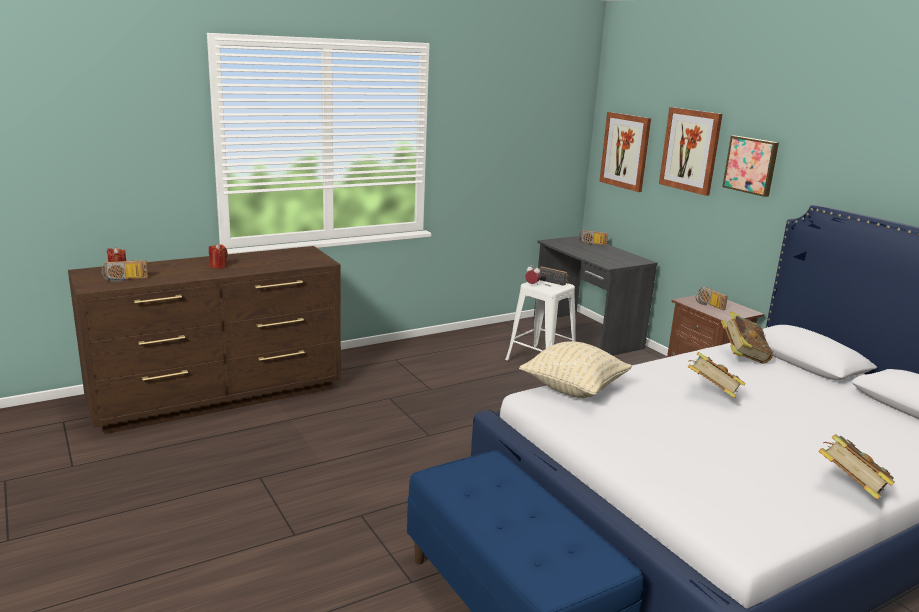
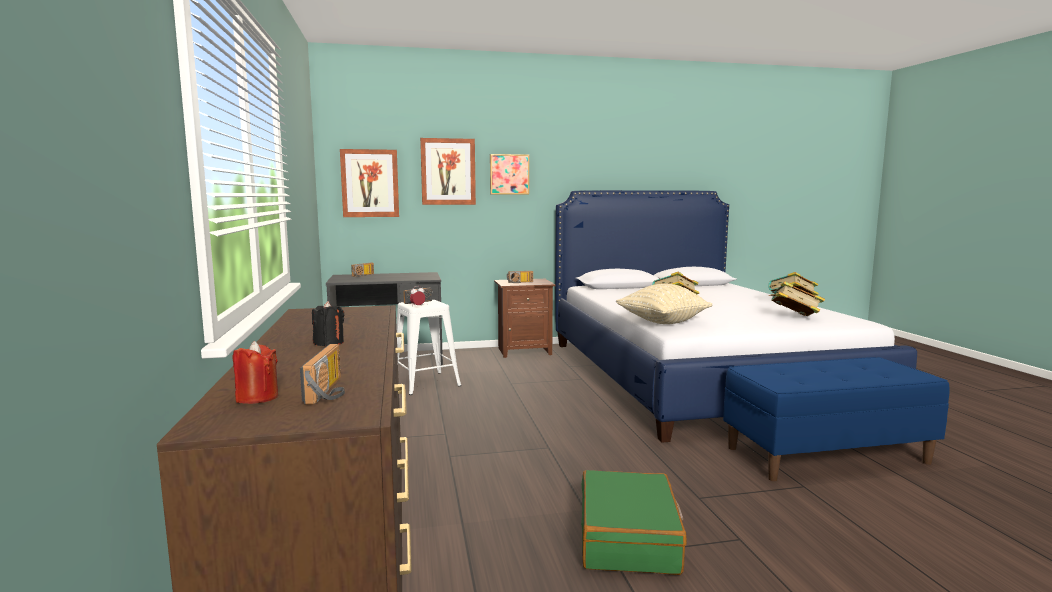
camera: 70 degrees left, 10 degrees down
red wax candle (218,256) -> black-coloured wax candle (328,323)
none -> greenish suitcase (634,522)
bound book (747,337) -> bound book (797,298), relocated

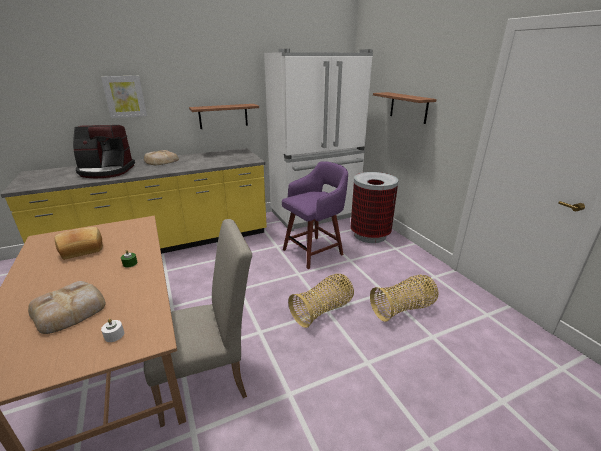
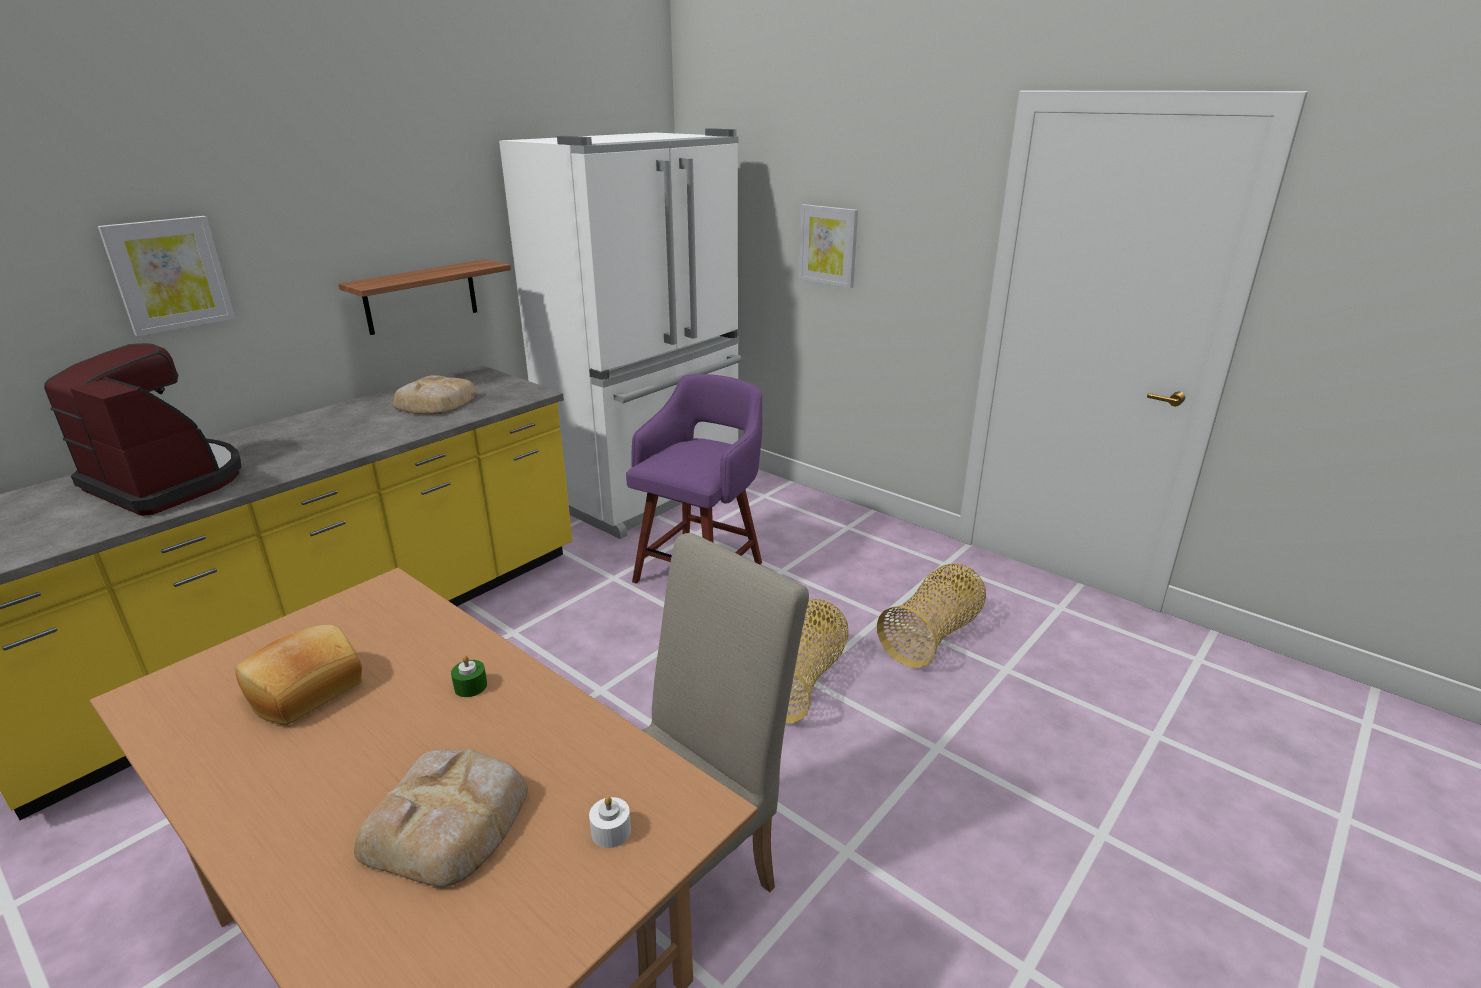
camera: 25 degrees left, 0 degrees up
coffee brewer (104,151) -> coffee brewer (142,429), 120 degrees counterclockwise
baked bread (161,157) -> baked bread (435,395), relocated
shelf (405,108) -> picture (828,246)
waste bin (374,207) -> none

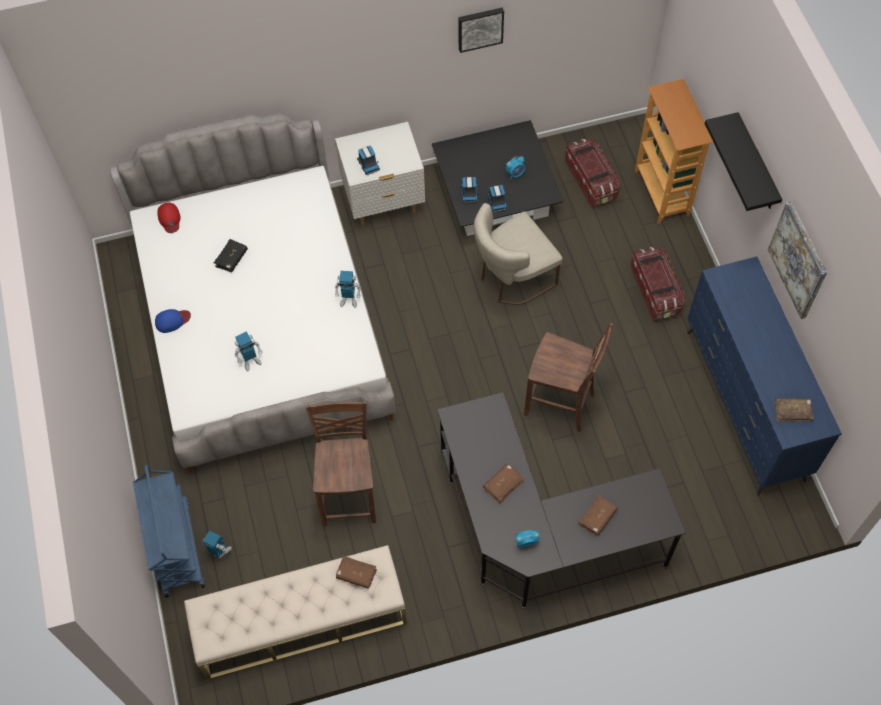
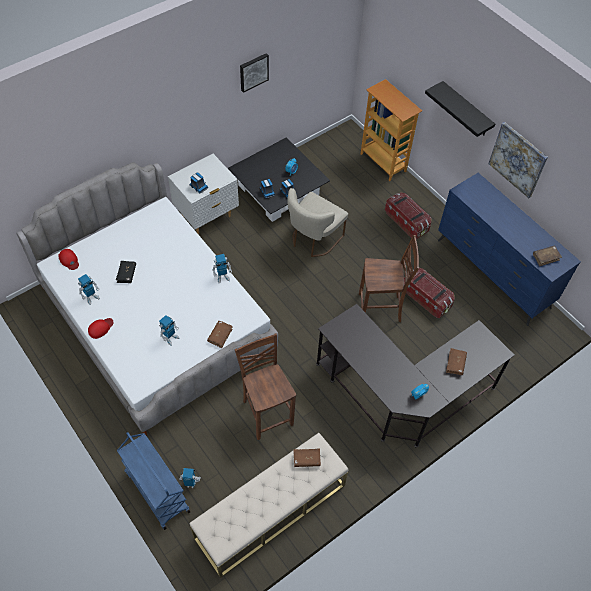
camera: 25 degrees left, 5 degrees down
none -> robot figure (89,289)
blue peaked cap (173,321) -> red peaked cap (100,328)
brownish bound book (503,483) -> brownish bound book (220,334), relocated
storage box (593,173) -> storage box (429,293), relocated

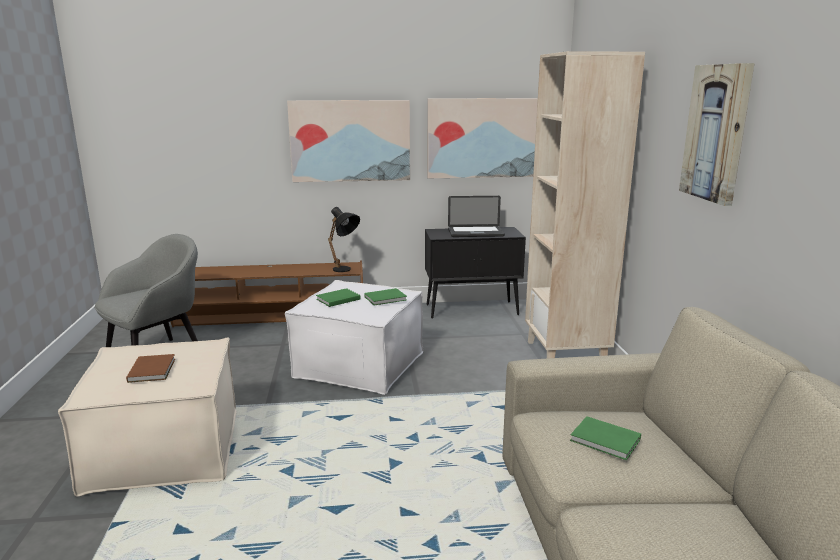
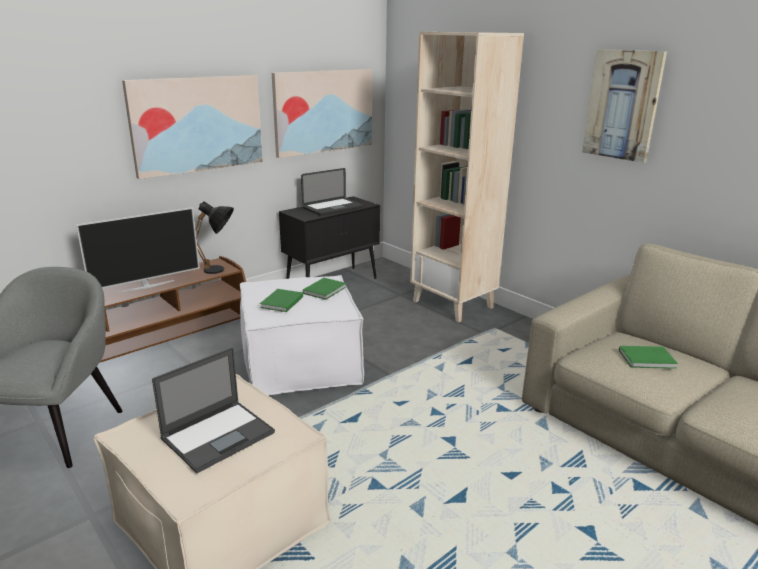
camera: 35 degrees left, 5 degrees up
none -> TV set (138,250)
brownish bound book (150,368) -> portable computer (213,410)

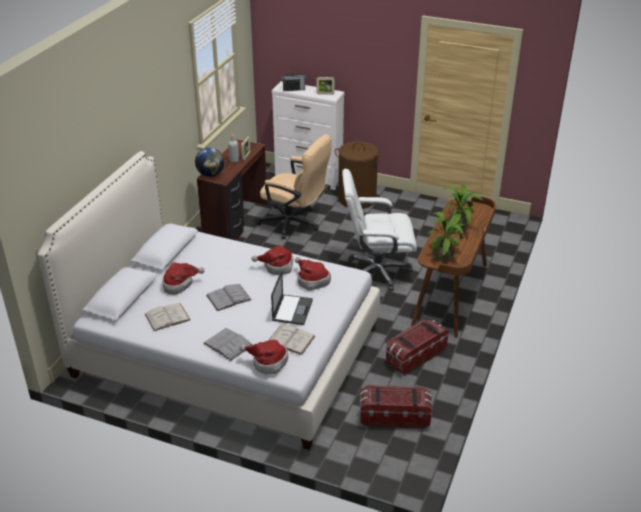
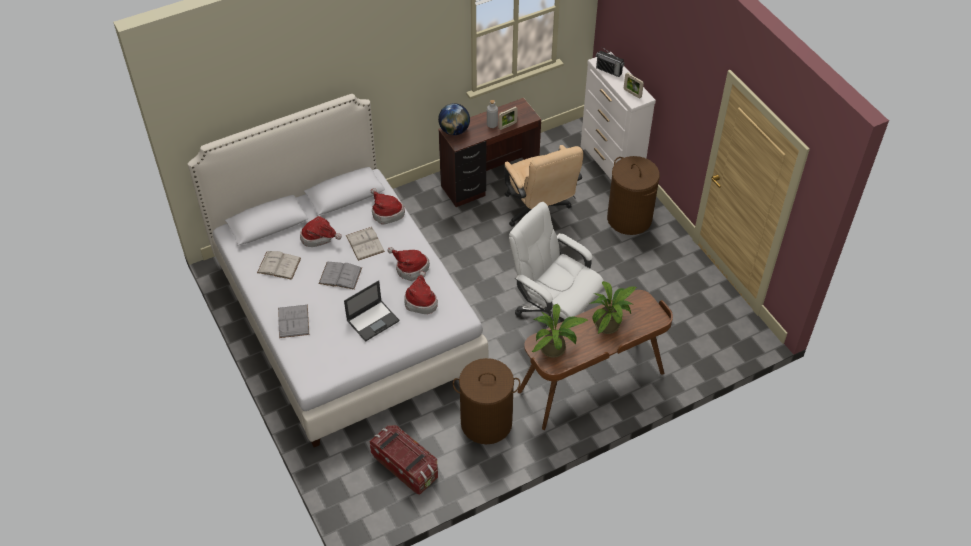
camera: 40 degrees right, 15 degrees up
white bound book (292,339) -> white bound book (365,244), relocated
wearable hat (263,357) -> wearable hat (388,206), relocated
storage box (417,347) -> brownish hamper (486,401)

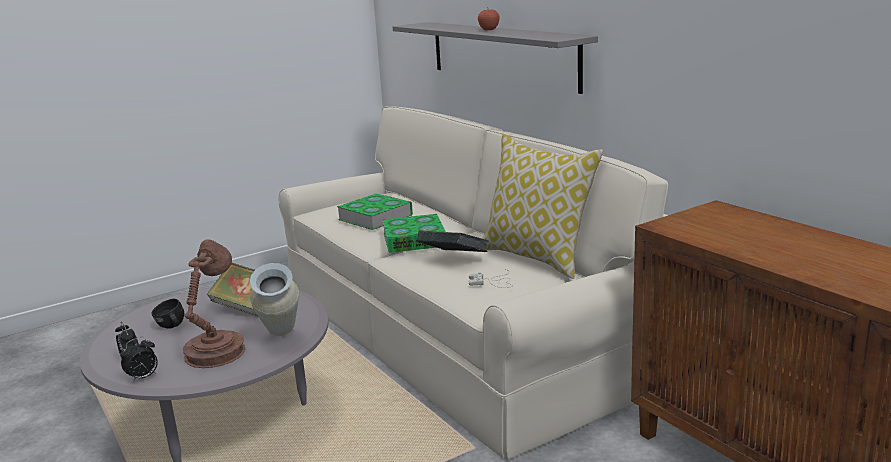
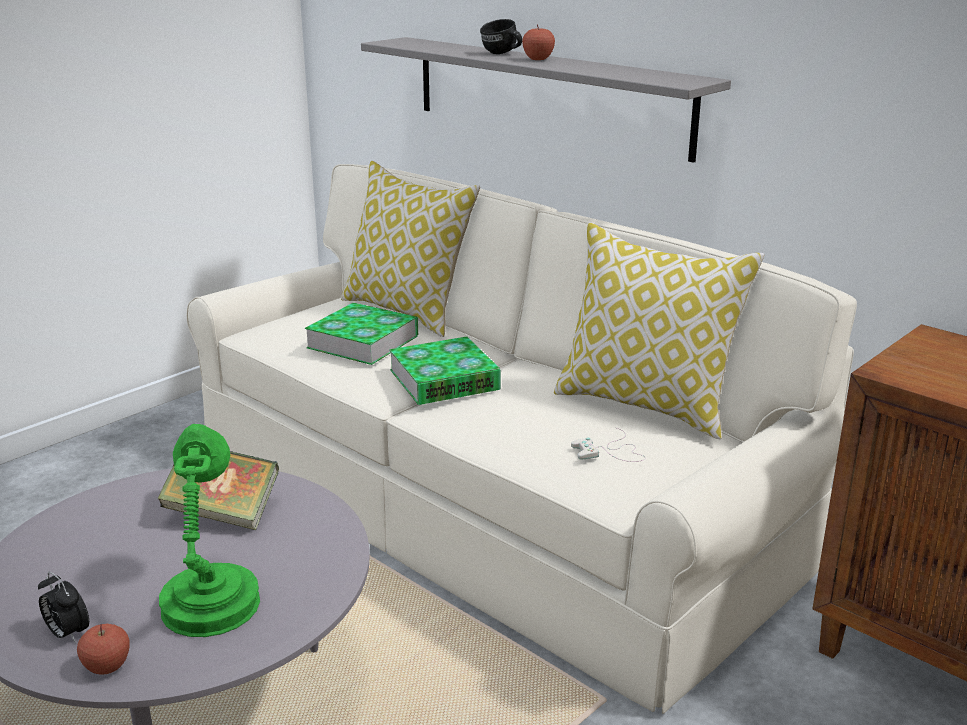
camera: 15 degrees left, 5 degrees up
alarm clock (139,360) -> apple (103,649)
brownish lamp for a table (214,303) -> greenish lamp for a table (209,530)
none -> throw pillow (410,249)
black-coloured tea mug (167,313) -> black-coloured tea mug (501,36), relocated
decorative vase (274,299) -> none
bound book (453,241) -> none

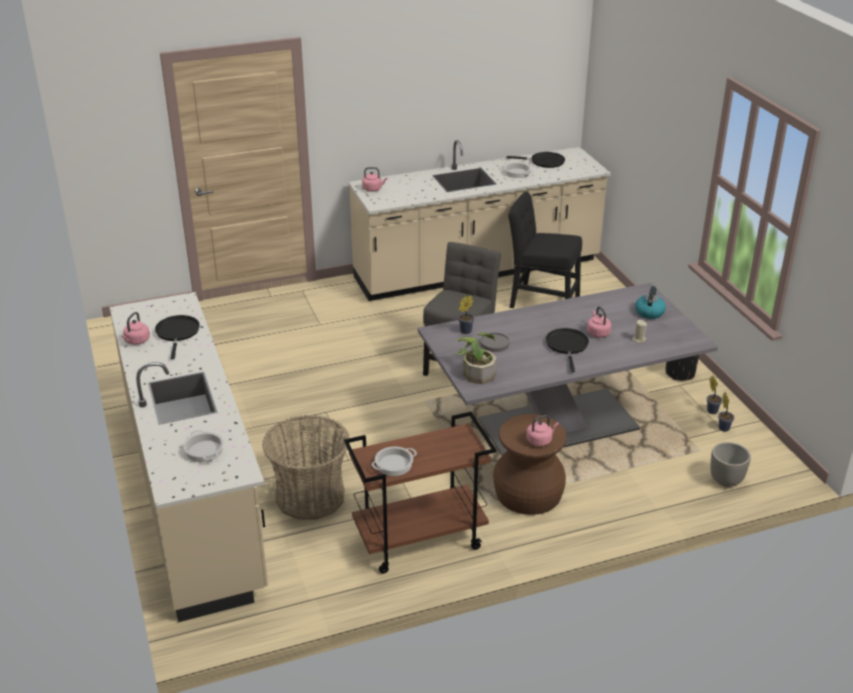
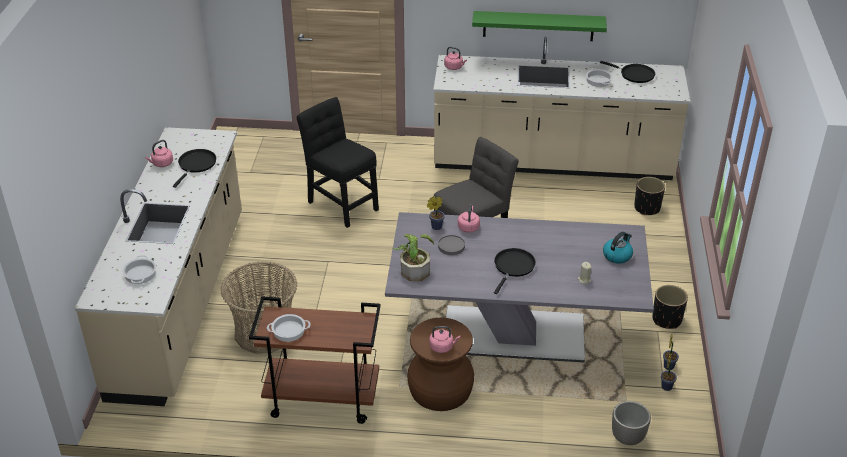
camera: 25 degrees right, 5 degrees up
black-coloured chair (545,250) -> black-coloured chair (338,162), relocated
pinkish kettle (599,322) -> pinkish kettle (469,218), relocated
none -> greenish shelf (539,26)
none -> black-coloured plant pot (649,196)

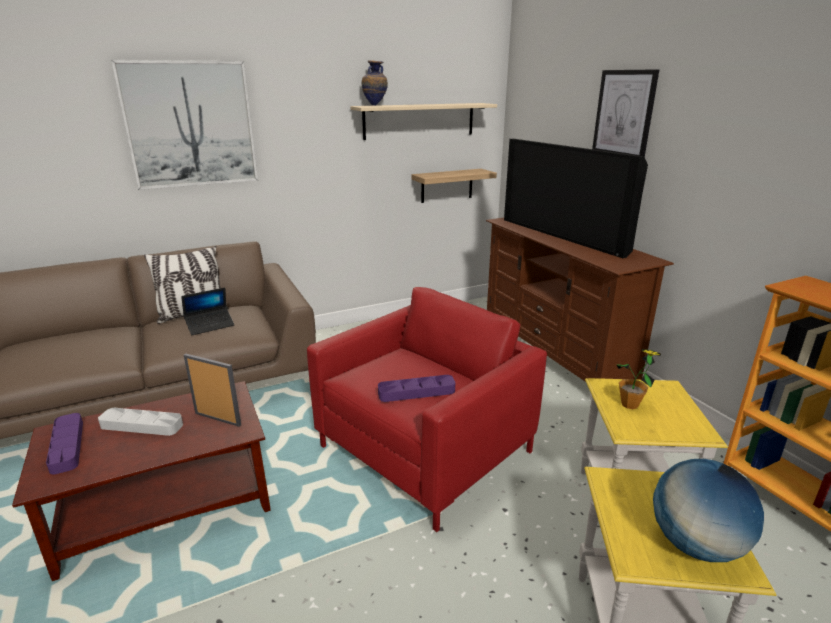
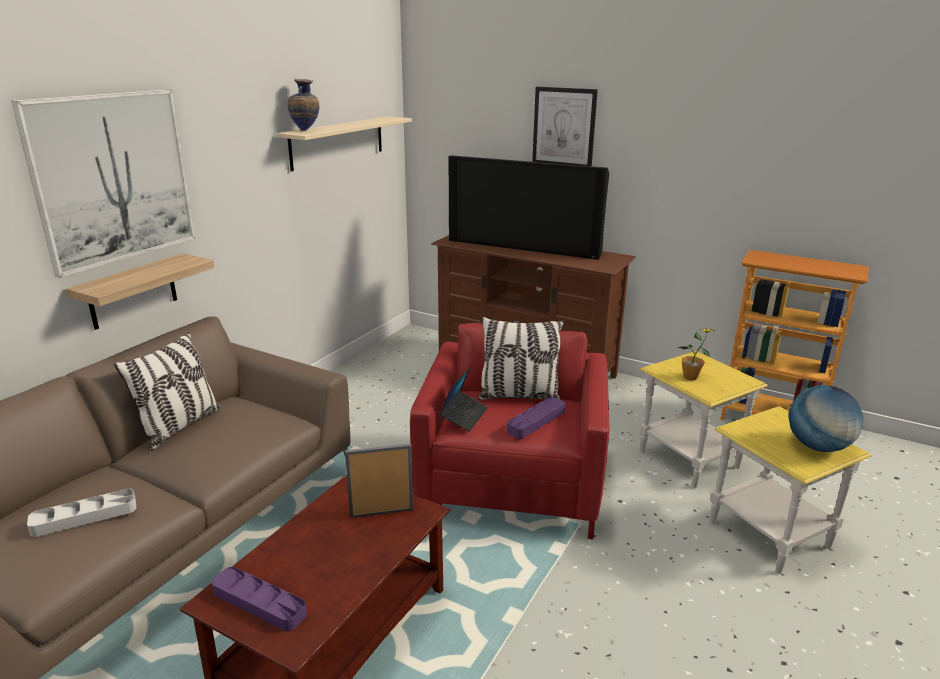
camera: 35 degrees left, 0 degrees up
greyish tray (140,422) -> greyish tray (81,513), relocated
shelf (454,186) -> shelf (140,291), relocated
portable computer (207,311) -> portable computer (463,399), relocated
none -> throw pillow (521,358)

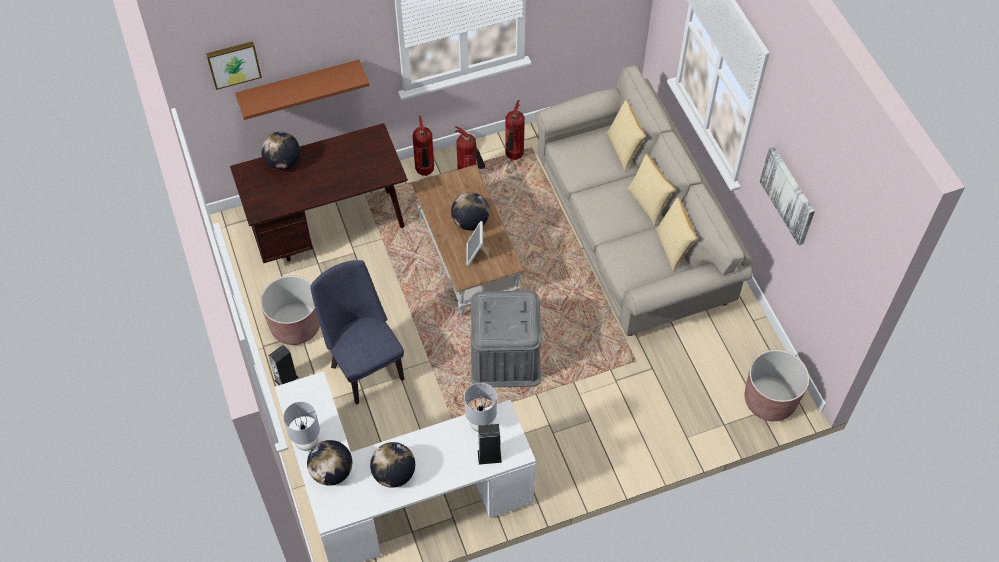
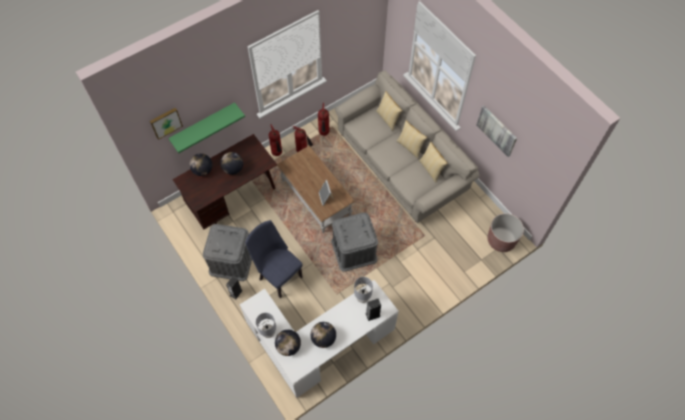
camera: 15 degrees left, 5 degrees up
brownish shelf (302,90) -> greenish shelf (207,127)
brownish plant pot (290,310) -> greyish storage box (227,252)
world globe (470,211) -> world globe (231,163), relocated

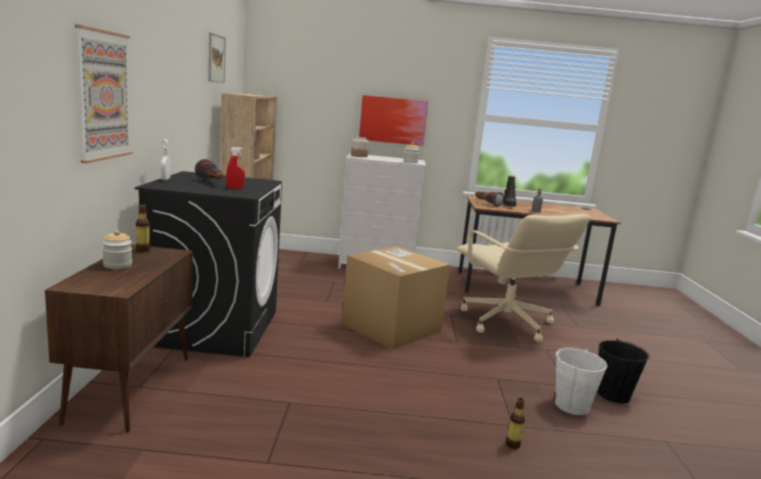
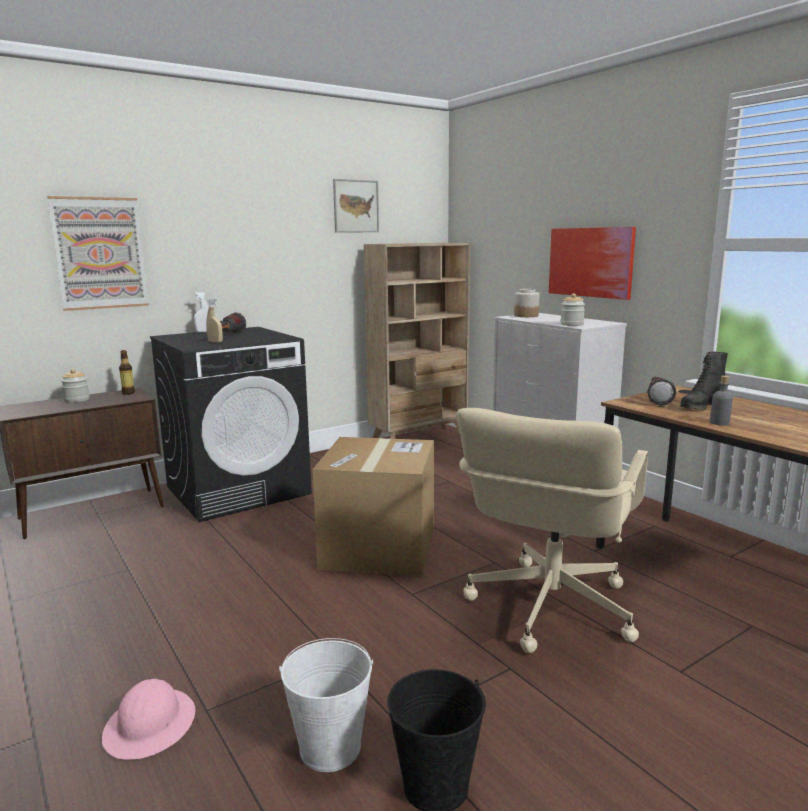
camera: 55 degrees right, 0 degrees up
beverage bottle (515,423) -> pinkish work helmet (148,719)
red hand sprayer (235,168) -> beige hand sprayer (214,320)

